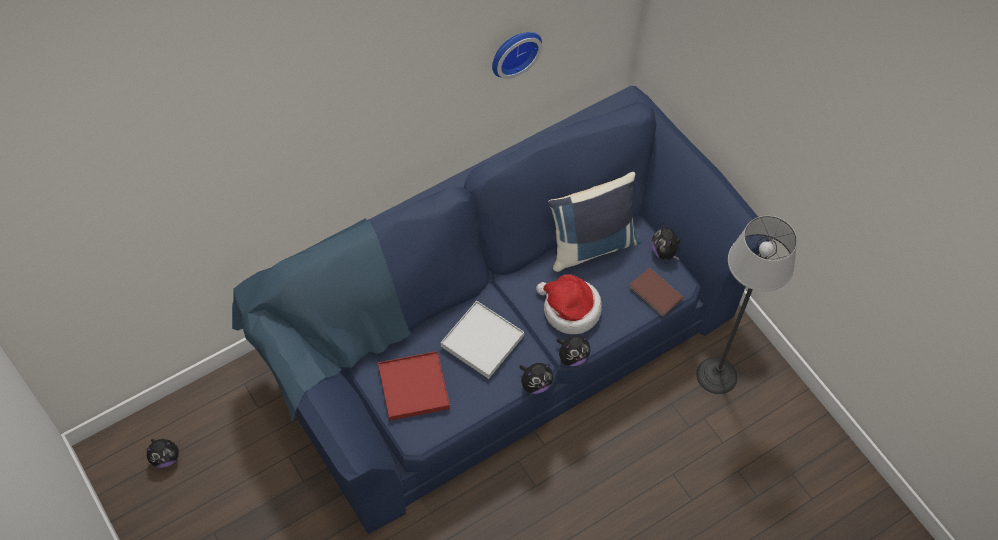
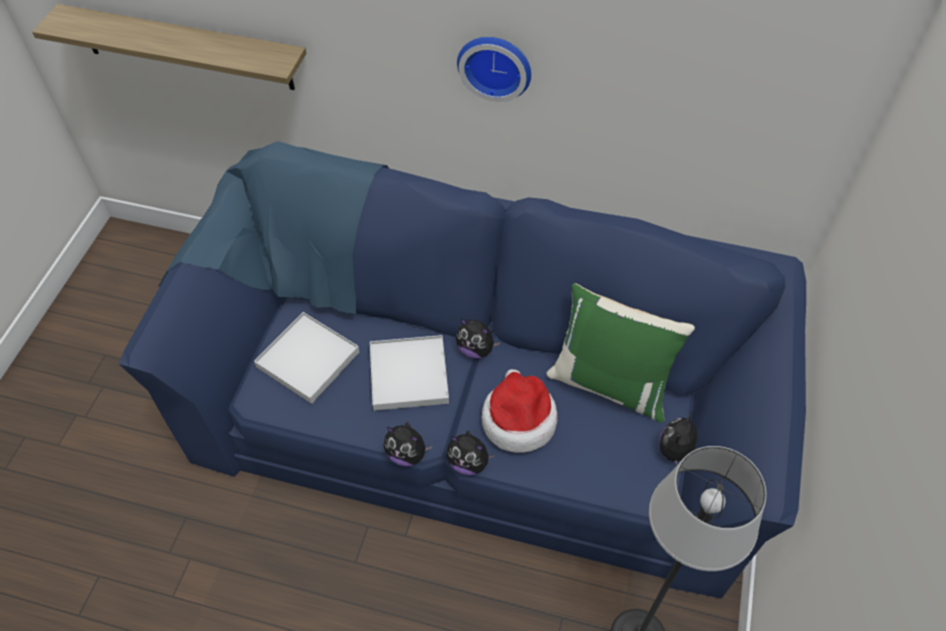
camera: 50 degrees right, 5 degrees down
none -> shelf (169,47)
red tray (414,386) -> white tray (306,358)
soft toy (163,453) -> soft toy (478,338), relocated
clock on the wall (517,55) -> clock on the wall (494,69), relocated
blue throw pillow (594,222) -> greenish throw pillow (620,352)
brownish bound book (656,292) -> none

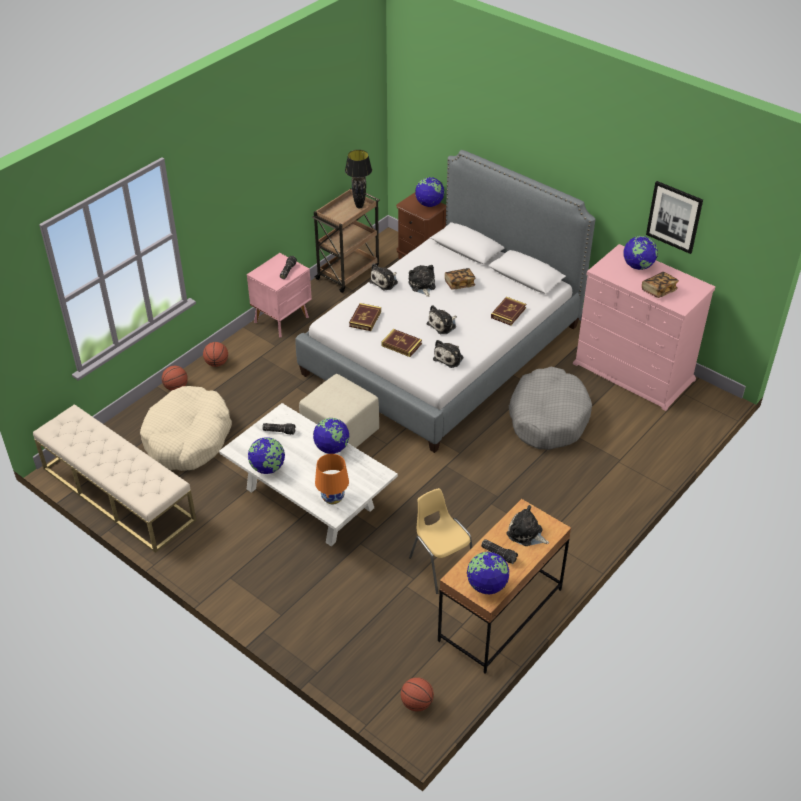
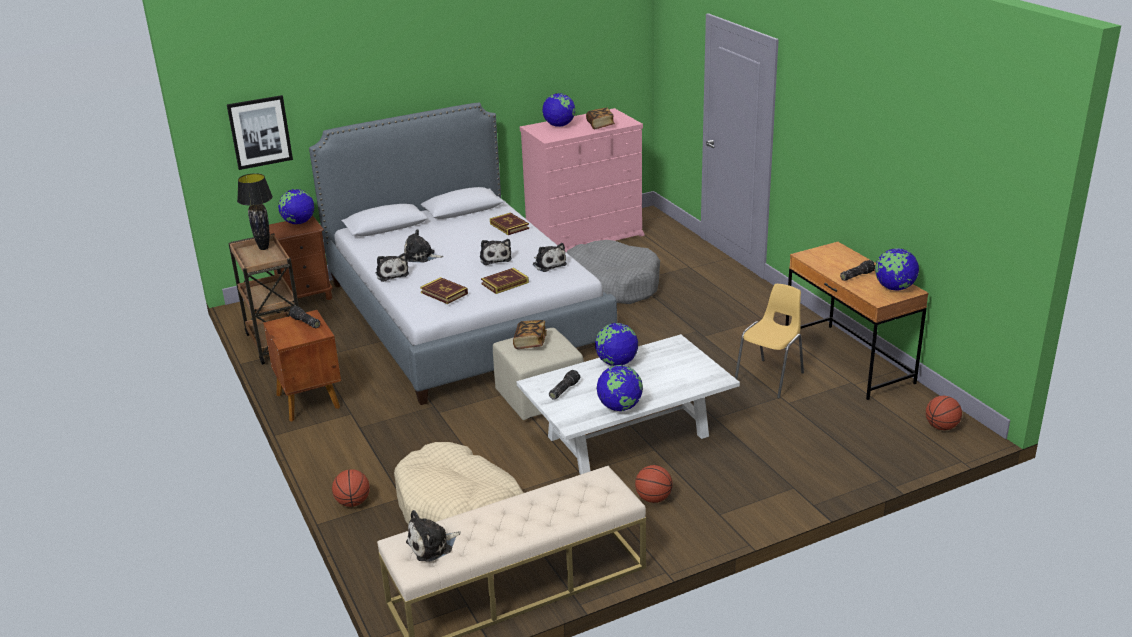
camera: 65 degrees left, 15 degrees down
picture (674,217) -> picture (260,132), relocated
pinkish bedside table (279,295) -> brownish bedside table (302,365)
soft toy (528,525) -> soft toy (433,536), relocated
bound book (460,279) -> bound book (530,334), relocated
basketball (215,354) -> basketball (654,484), relocated
yellow-coloured chair (441,541) -> yellow-coloured chair (769,341), 135 degrees clockwise
orange-coloured lamp for a table (332,479) -> none

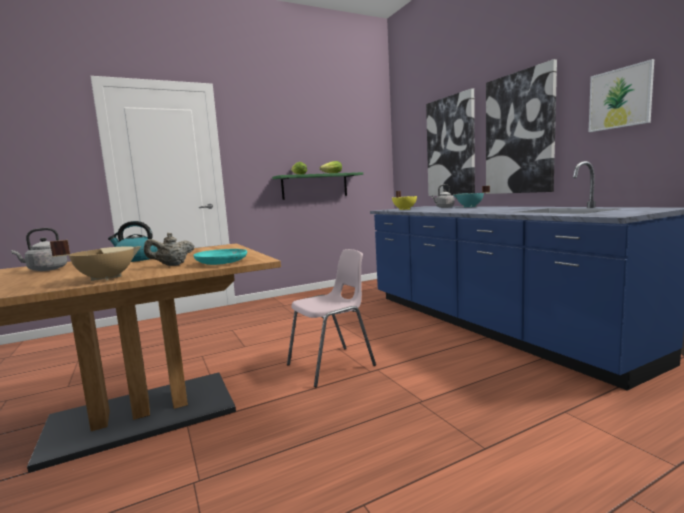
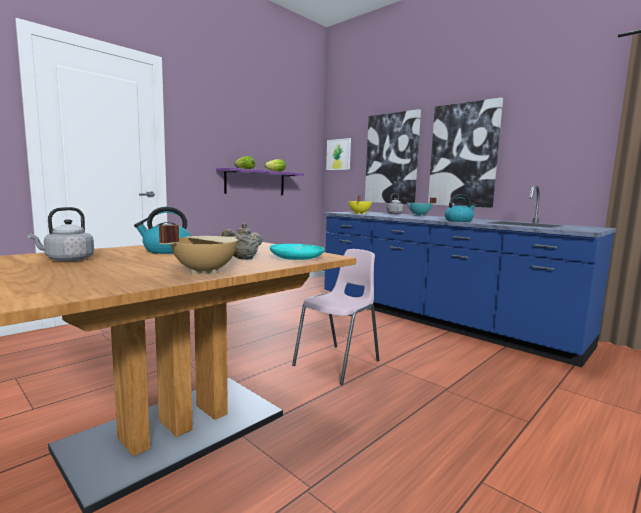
camera: 20 degrees left, 0 degrees up
greenish shelf (317,186) -> purple-coloured shelf (260,181)
picture (621,95) -> picture (338,154), relocated
none -> kettle (460,208)

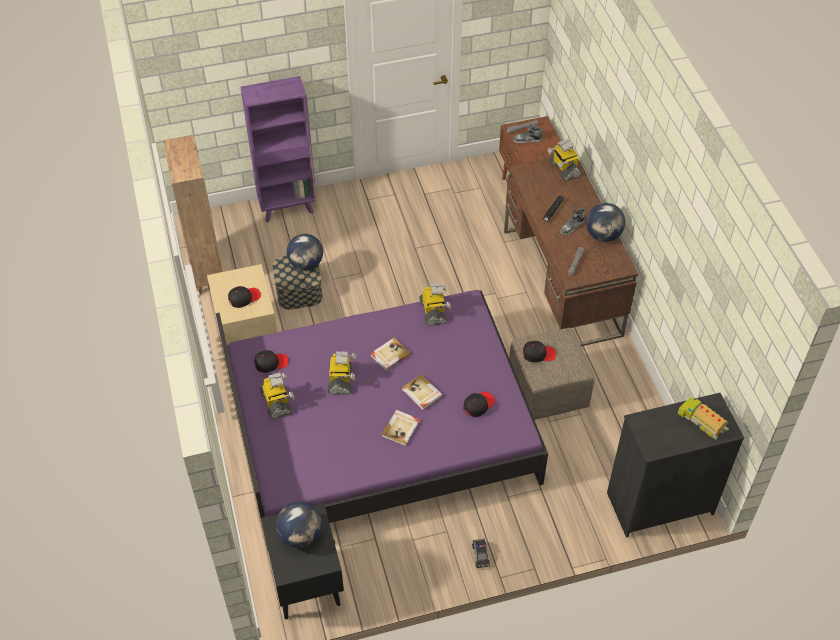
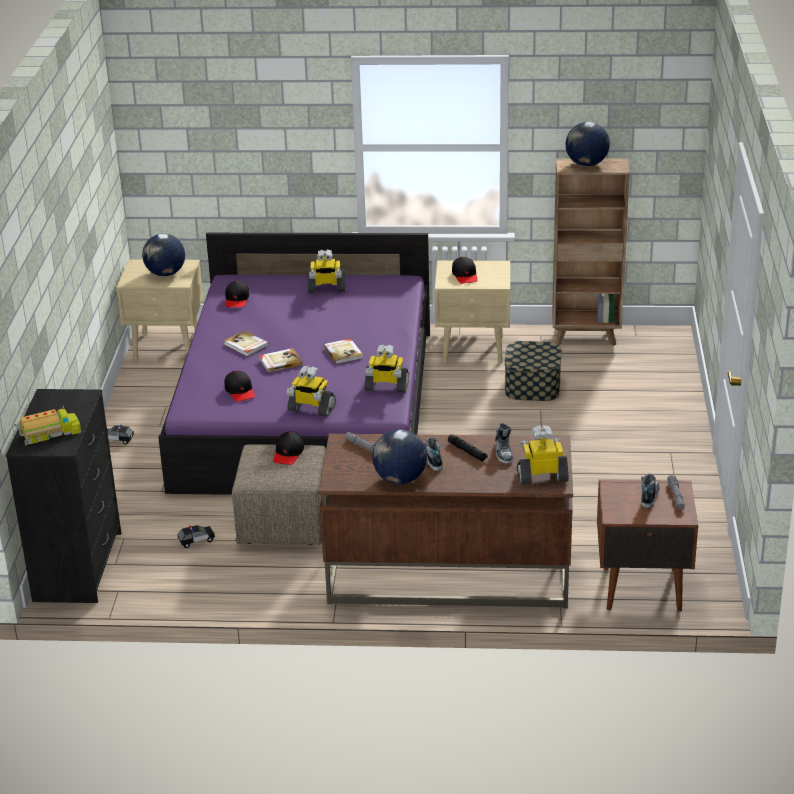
camera: 110 degrees right, 20 degrees down
black-coloured bedside table (302,561) -> beige bedside table (159,310)
none -> toy car (196,536)
black-coloured peaked cap (271,361) -> black-coloured peaked cap (237,293), relocated
robot figure (342,372) -> robot figure (311,391), relocated
none -> low shoe (504,443)
world globe (305,252) -> world globe (588,144), relocated
purple-coloured bookshelf (279,149) -> none

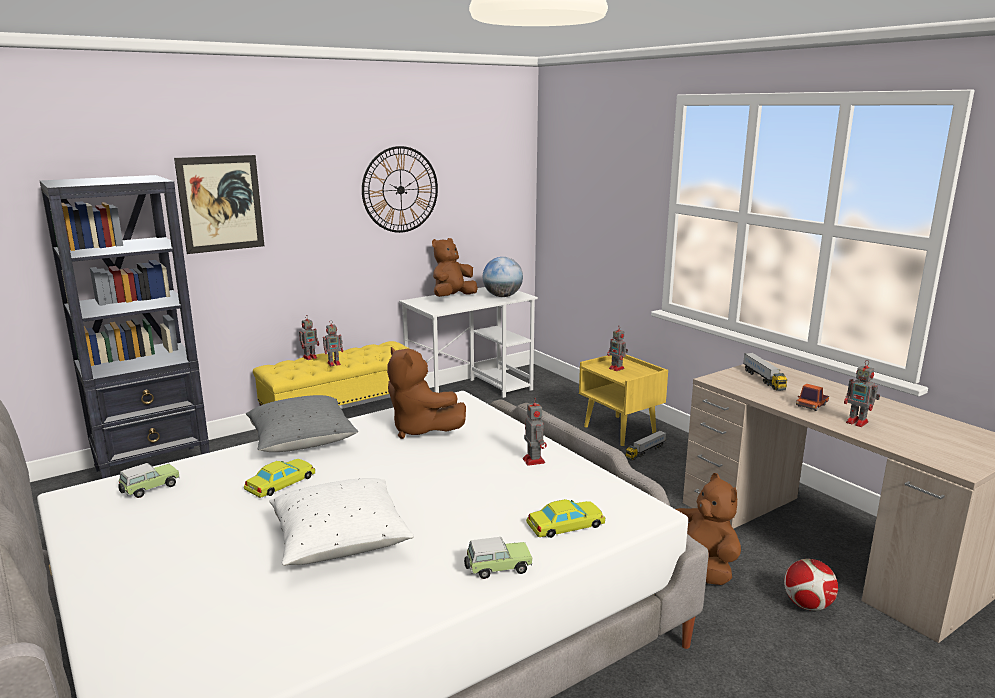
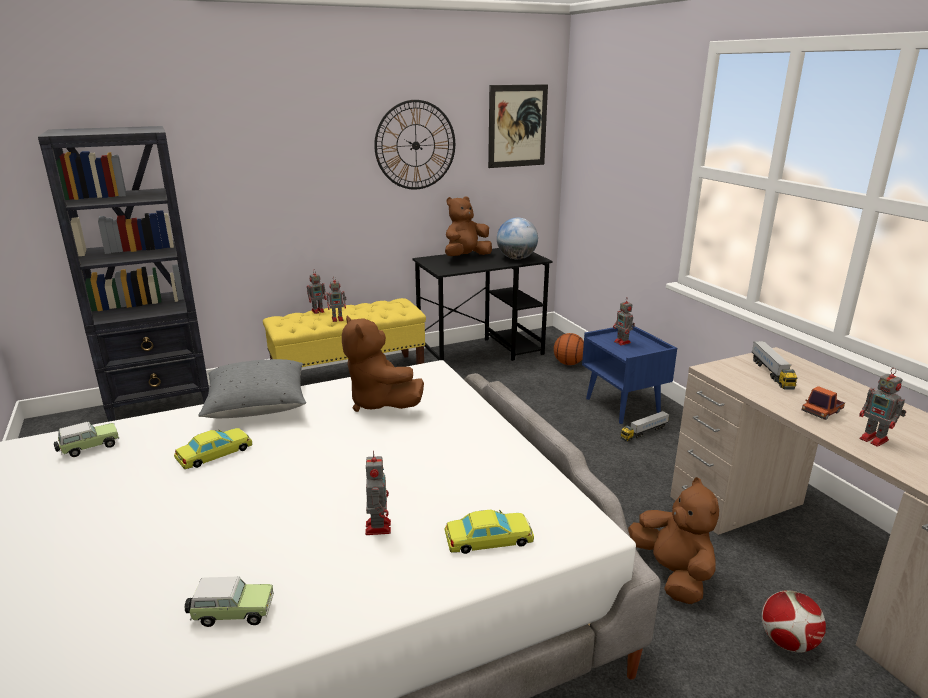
camera: 10 degrees right, 5 degrees up
toy car (498,558) -> toy car (229,602), relocated
robot figure (535,431) -> robot figure (378,492), relocated
white desk unit (468,342) -> black-coloured desk unit (482,304)
picture (219,204) -> picture (518,126), relocated
none -> basketball (569,349)
yellow-coloured bedside table (623,400) -> blue bedside table (629,375)
white throw pillow (341,522) -> none

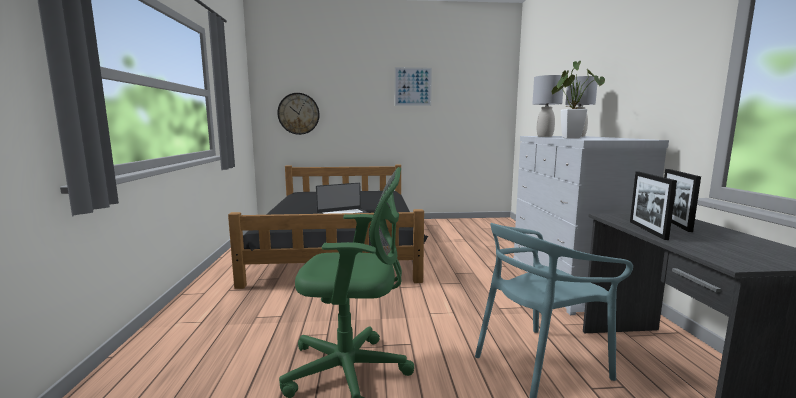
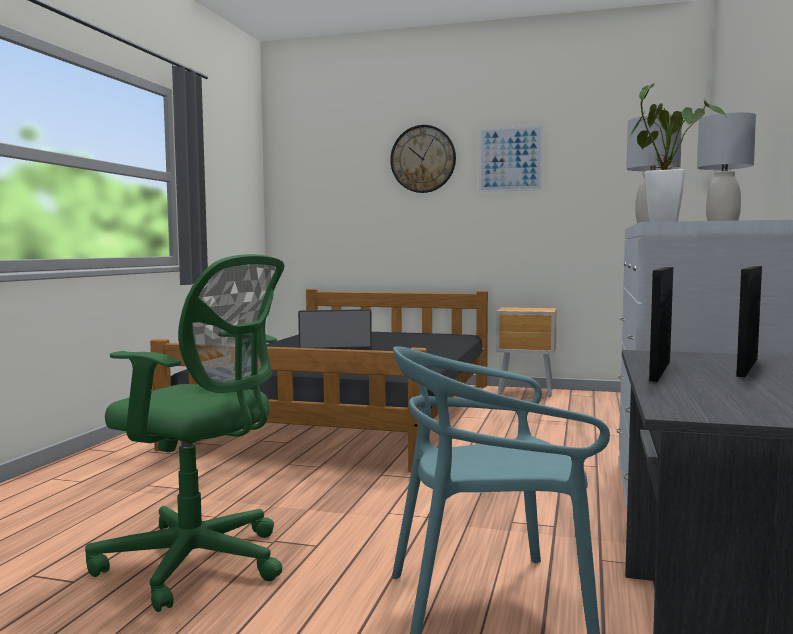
camera: 20 degrees right, 5 degrees down
clock on the wall (298,114) -> clock on the wall (423,159), relocated
none -> brownish bedside table (526,352)

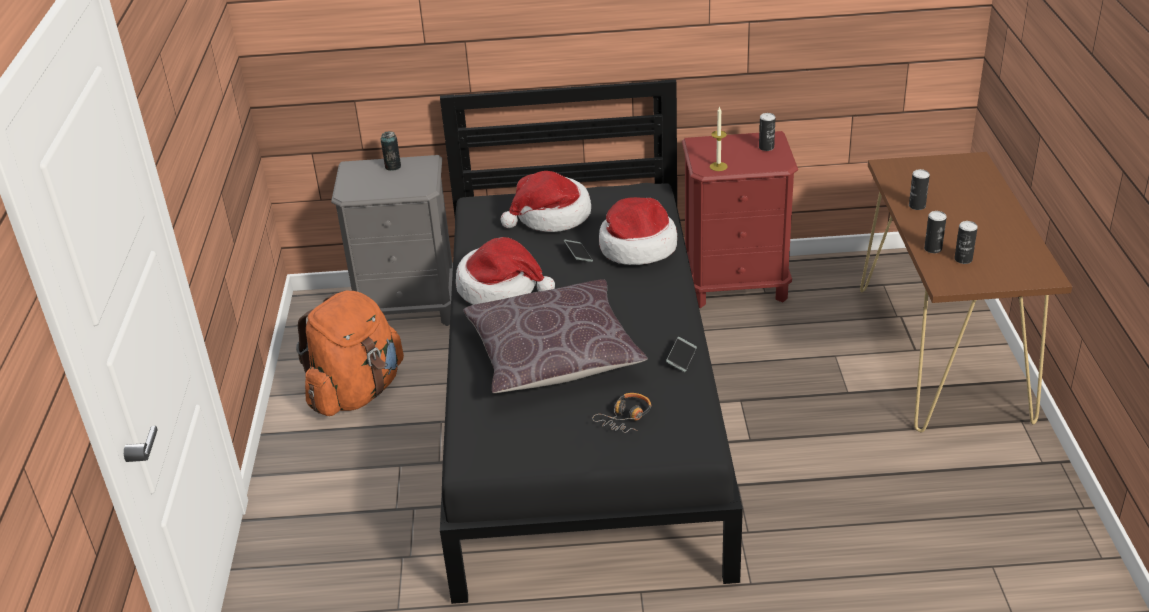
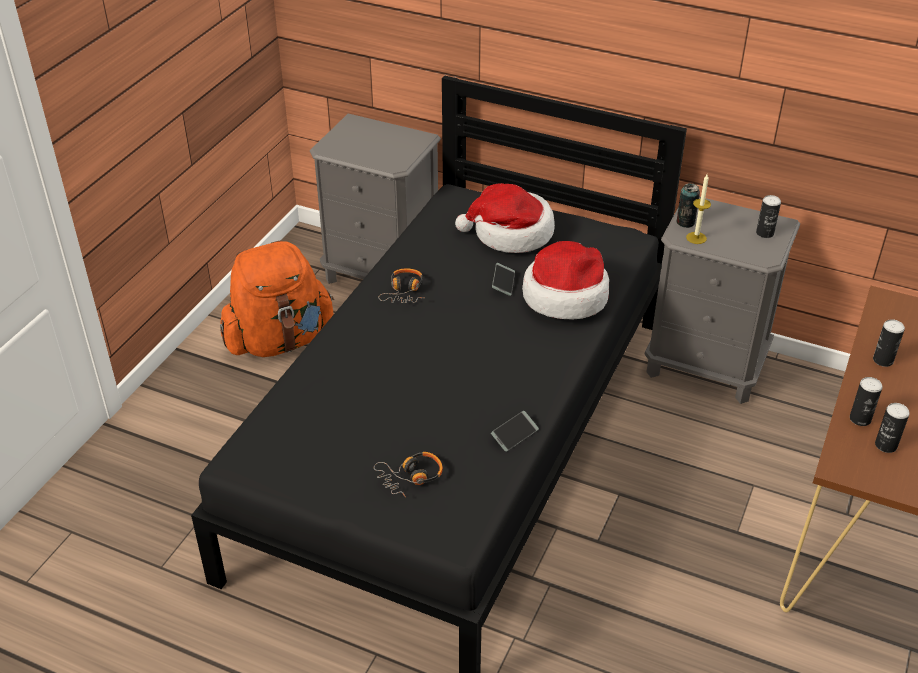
camera: 25 degrees right, 5 degrees up
wearable hat (505,271) -> headphones (401,285)
red bedside table (740,219) -> greyish bedside table (722,300)
metal can (391,151) -> metal can (688,205), relocated
brownish throw pillow (556,336) -> none

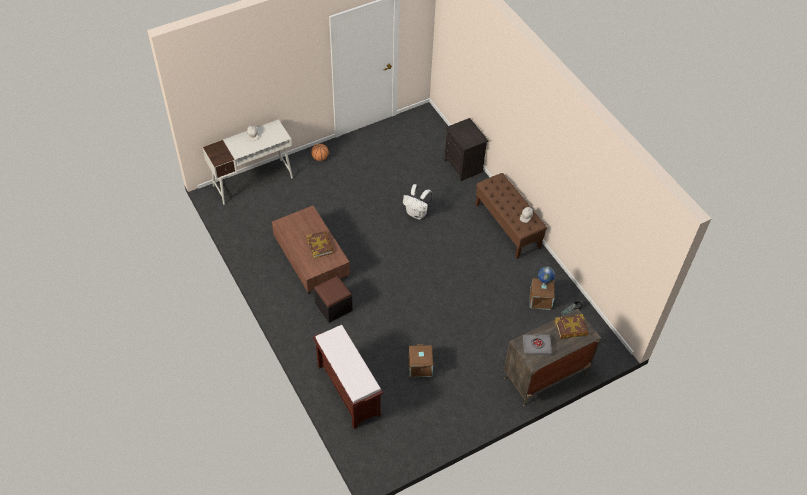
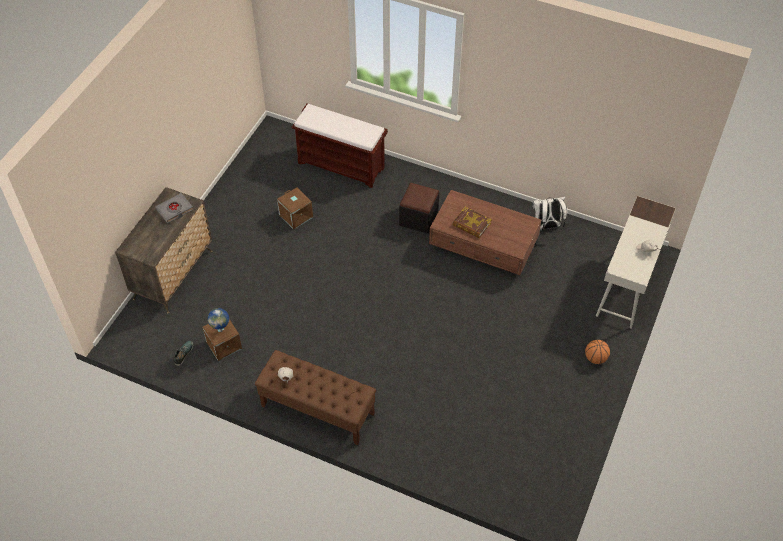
camera: 145 degrees right, 0 degrees up
white knapsack (418,202) -> white knapsack (549,214), relocated
black-coloured bedside table (466,149) -> none
bound book (571,326) -> none

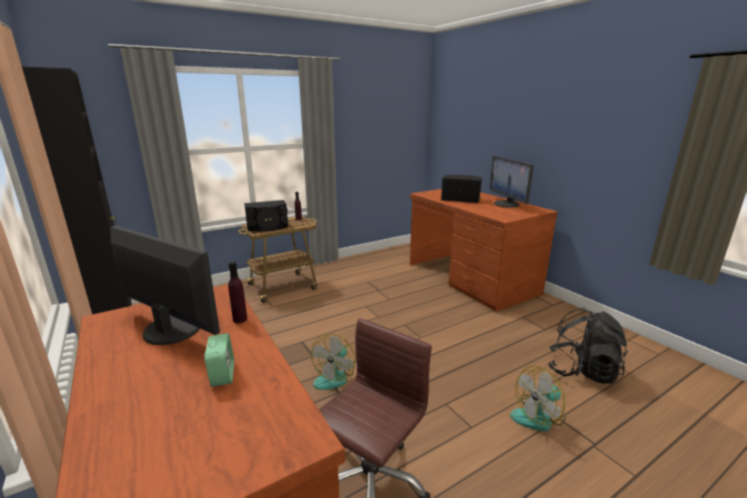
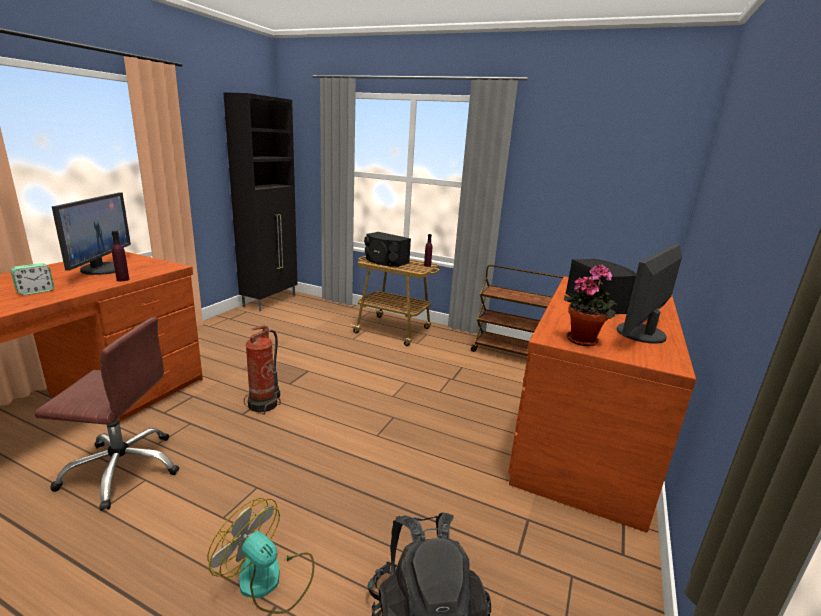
camera: 55 degrees right, 0 degrees up
electric fan (333,362) -> extinguisher (262,369)
none -> brownish trolley (517,310)
none -> plant in a pot (590,305)

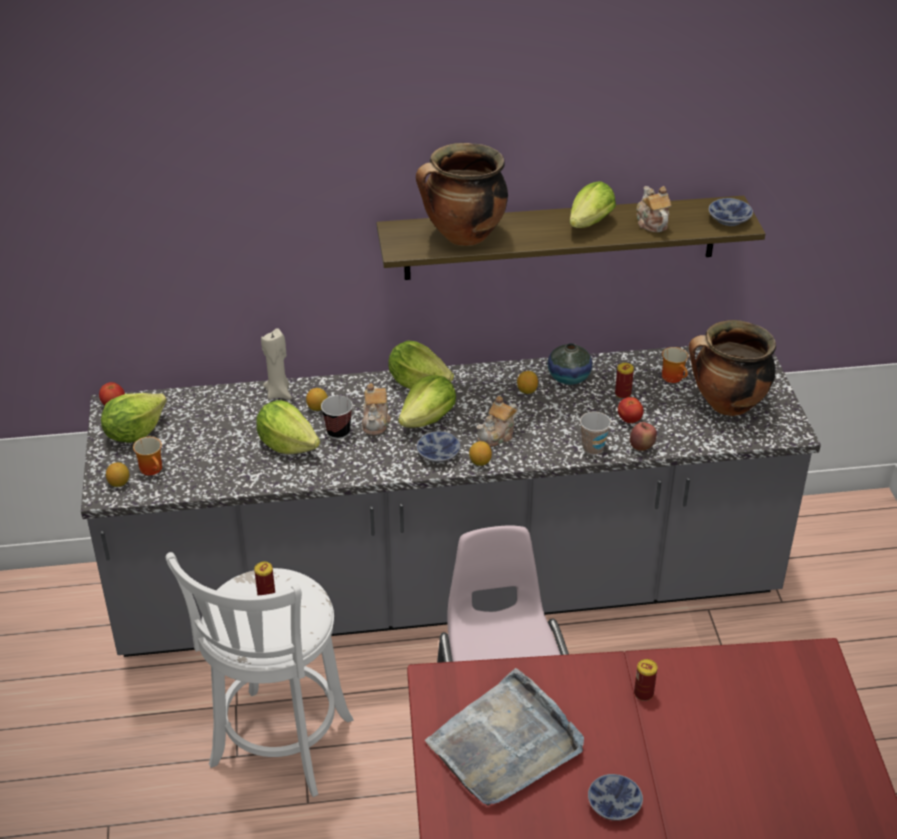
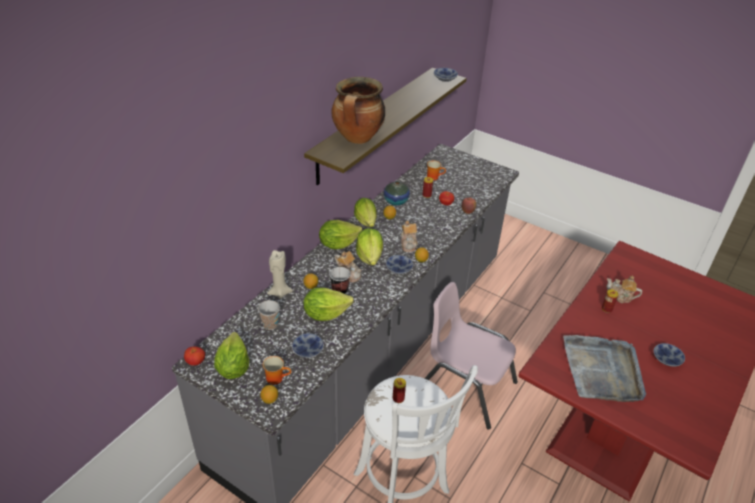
camera: 50 degrees left, 0 degrees up
drinking cup (595,433) -> drinking cup (269,315), relocated
none -> deep dish (308,345)
lettuce head (593,204) -> lettuce head (365,212), relocated
teapot (654,209) -> teapot (624,289), relocated
stockpot (732,368) -> none

